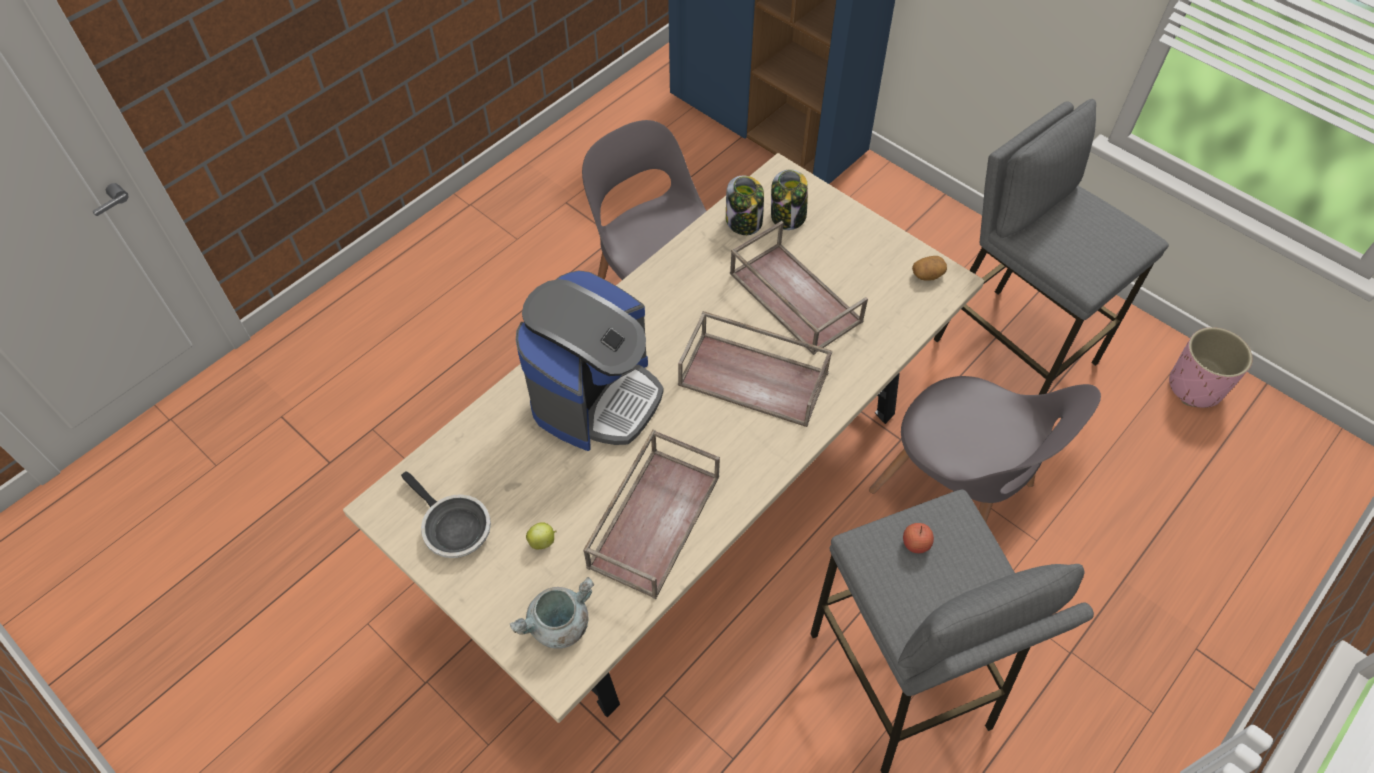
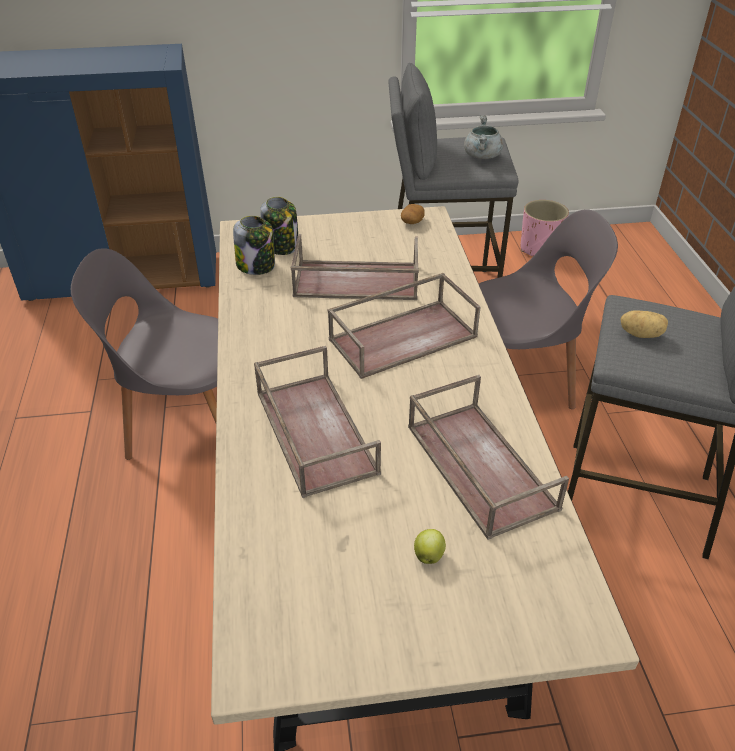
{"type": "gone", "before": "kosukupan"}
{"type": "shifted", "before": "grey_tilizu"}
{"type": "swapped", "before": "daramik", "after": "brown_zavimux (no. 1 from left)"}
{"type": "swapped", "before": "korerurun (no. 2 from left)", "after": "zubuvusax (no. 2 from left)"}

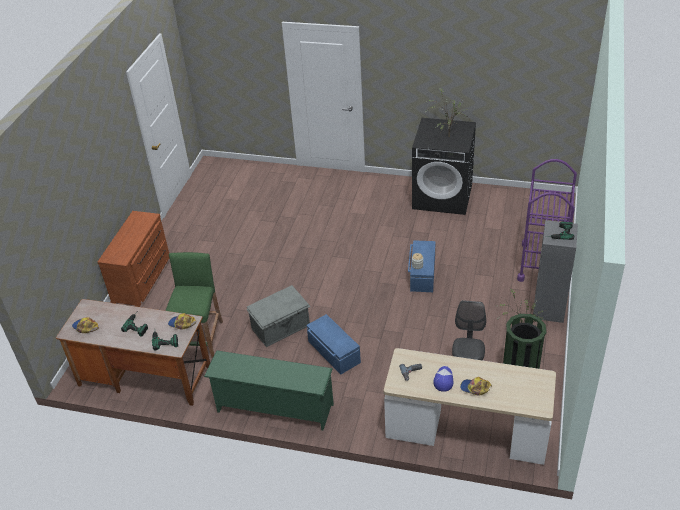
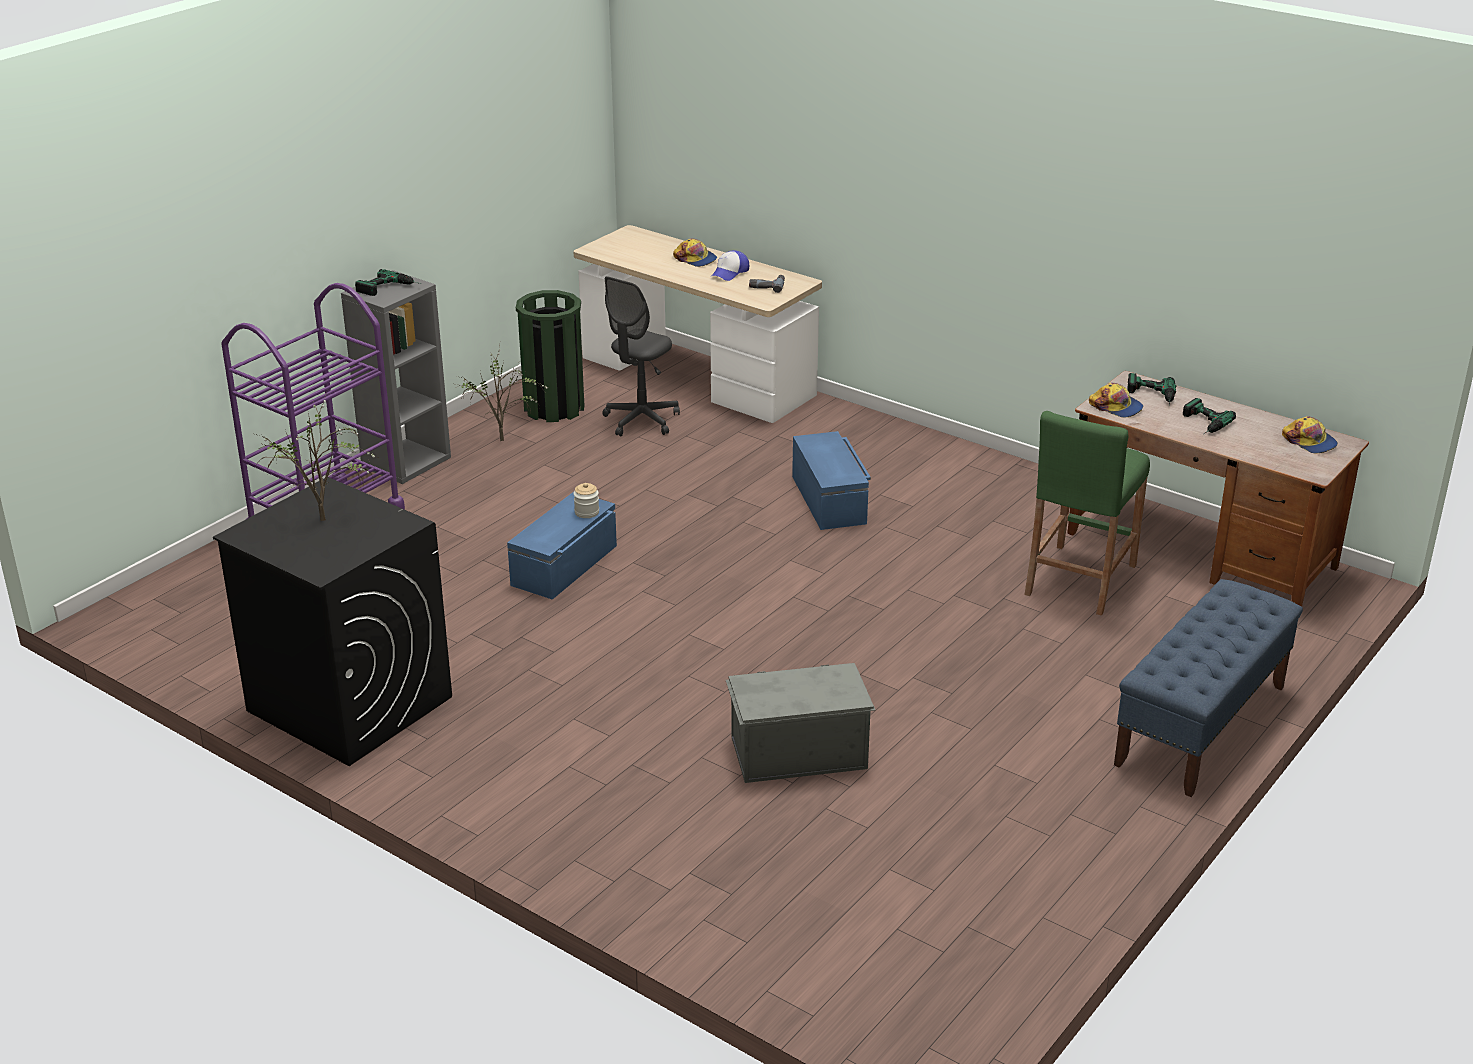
{"type": "gone", "before": "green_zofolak"}
{"type": "shifted", "before": "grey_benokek"}
{"type": "swapped", "before": "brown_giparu", "after": "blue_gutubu"}

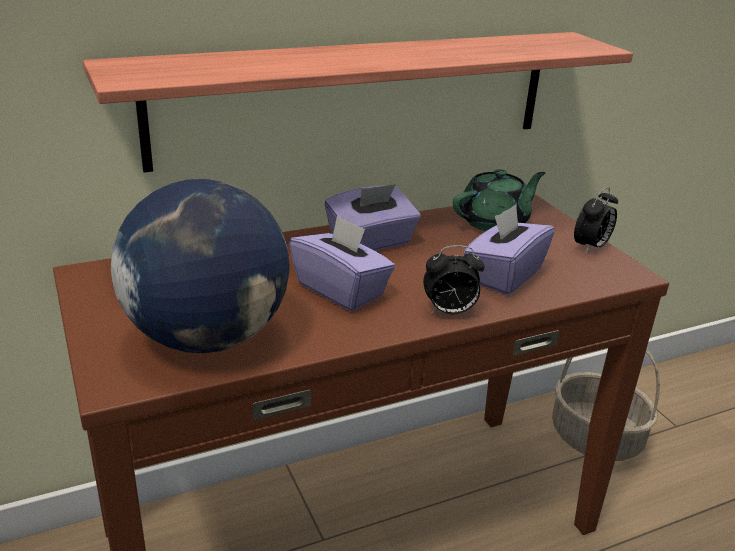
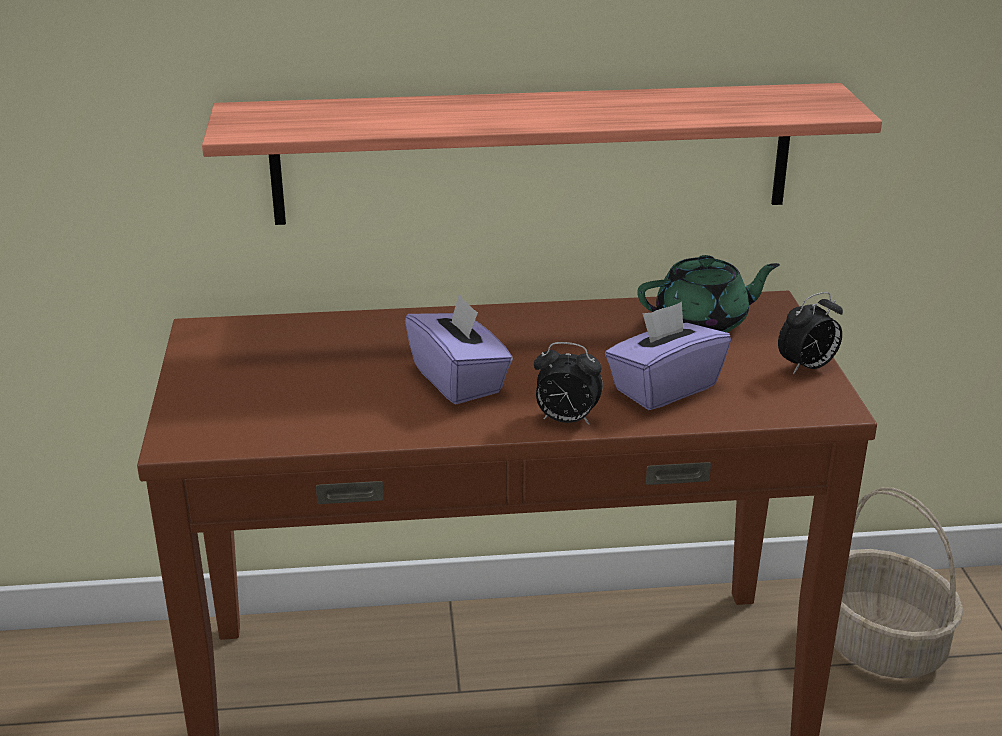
{"type": "gone", "before": "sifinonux"}
{"type": "gone", "before": "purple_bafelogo (no. 2 from left)"}

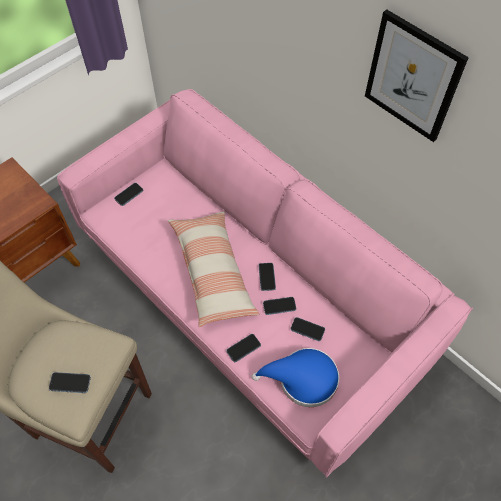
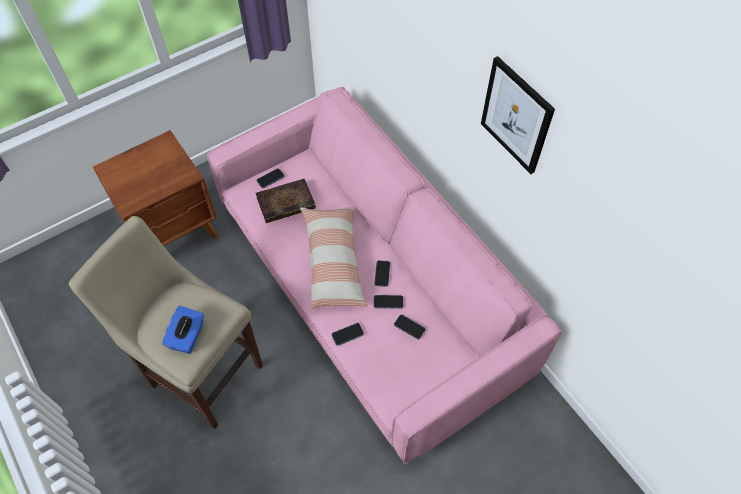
{"type": "gone", "before": "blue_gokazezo"}
{"type": "new", "after": "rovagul"}
{"type": "swapped", "before": "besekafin (no. 1 from left)", "after": "blue_bafelogo"}

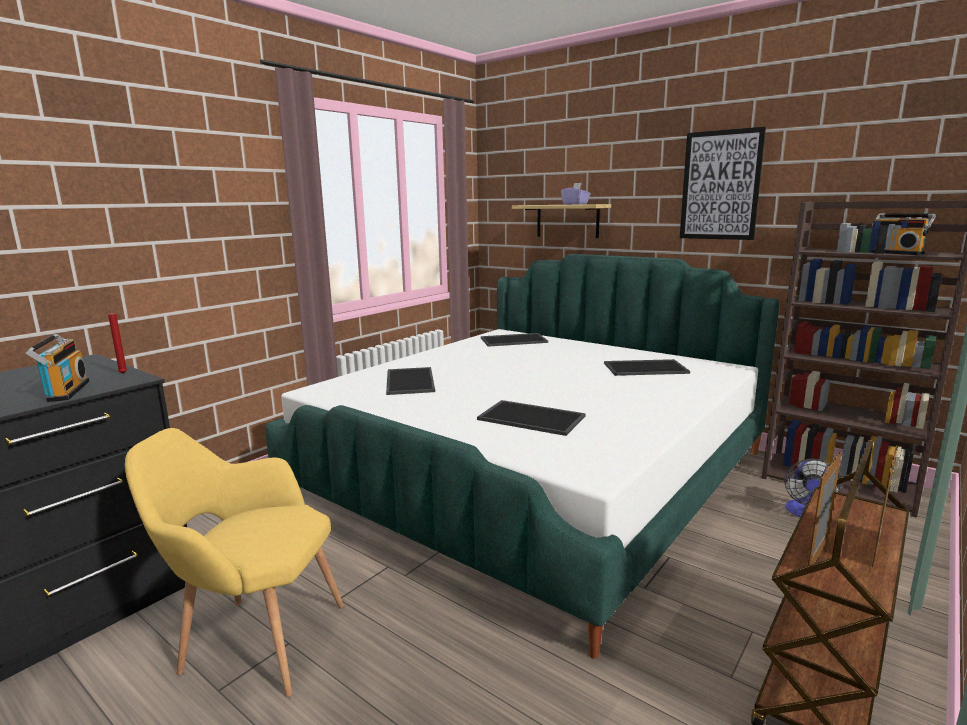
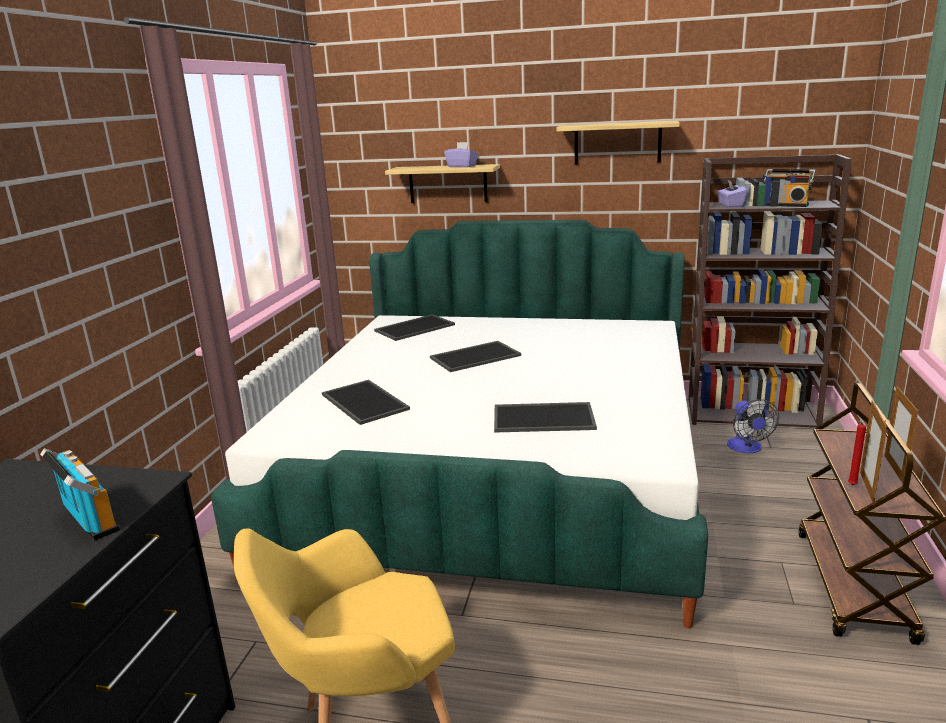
{"type": "new", "after": "purple_bafelogo (no. 2 from left)"}
{"type": "shifted", "before": "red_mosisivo"}
{"type": "shifted", "before": "zavimux (no. 4 from left in the first image)", "after": "zavimux (no. 3 from left)"}
{"type": "swapped", "before": "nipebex", "after": "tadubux (no. 2 from left)"}

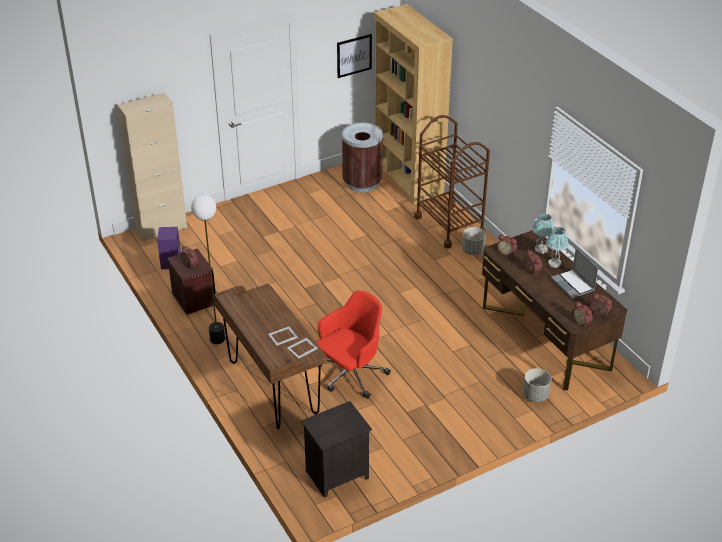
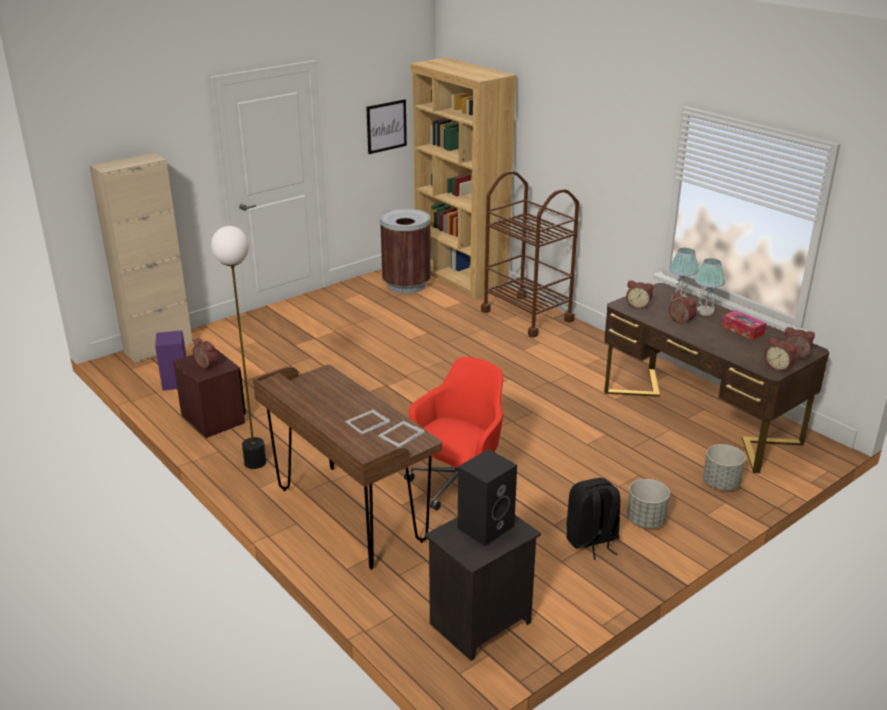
{"type": "new", "after": "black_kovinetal"}
{"type": "new", "after": "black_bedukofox"}
{"type": "shifted", "before": "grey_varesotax (no. 1 from left)"}
{"type": "swapped", "before": "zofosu", "after": "bafelogo"}

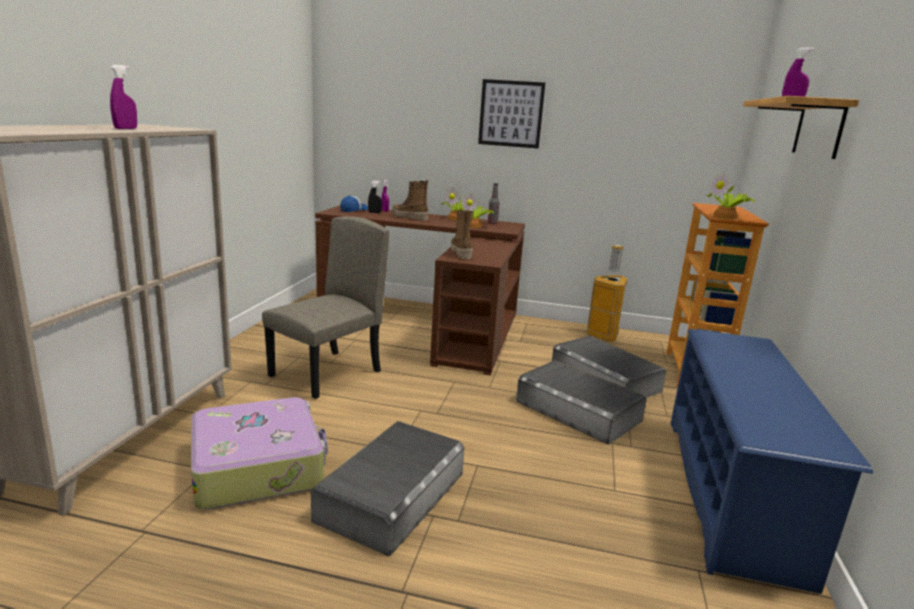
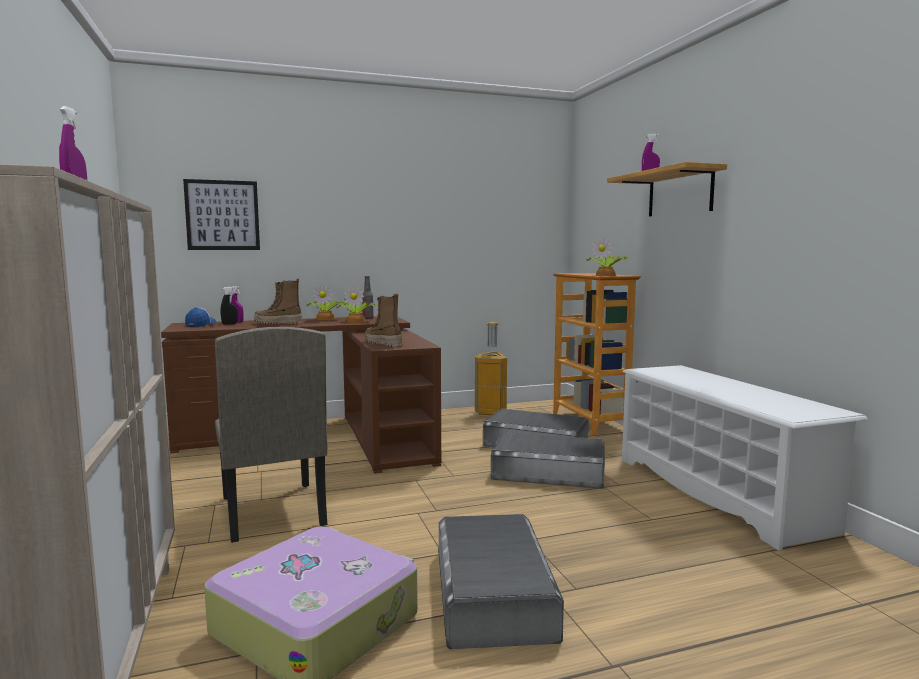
{"type": "shifted", "before": "nipebex"}
{"type": "repainted", "before": "blue_zofolak", "after": "white_zofolak"}
{"type": "rotated", "before": "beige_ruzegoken", "turn": 150}

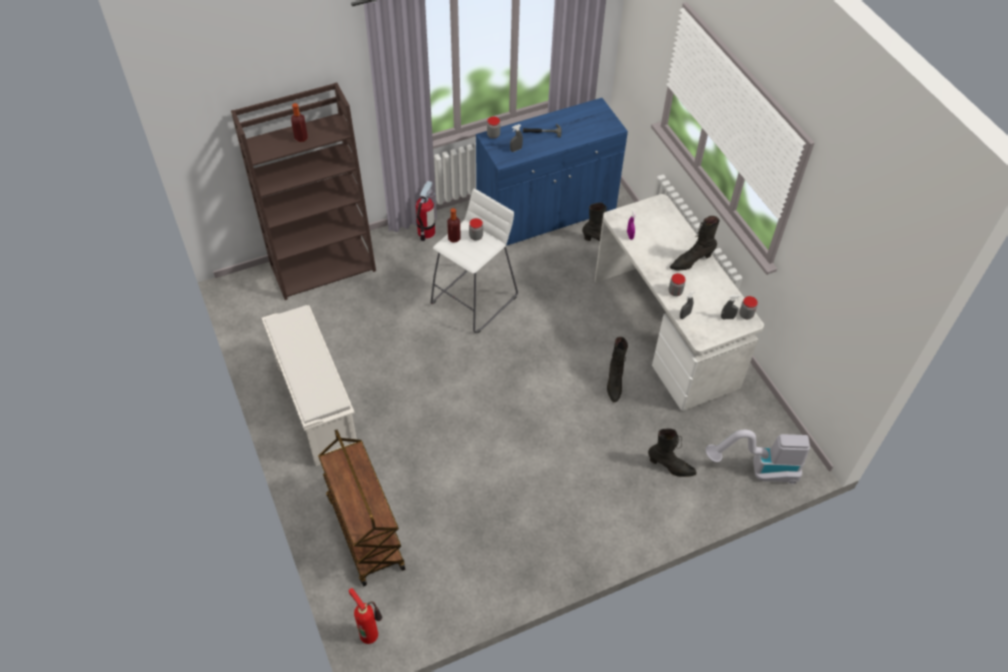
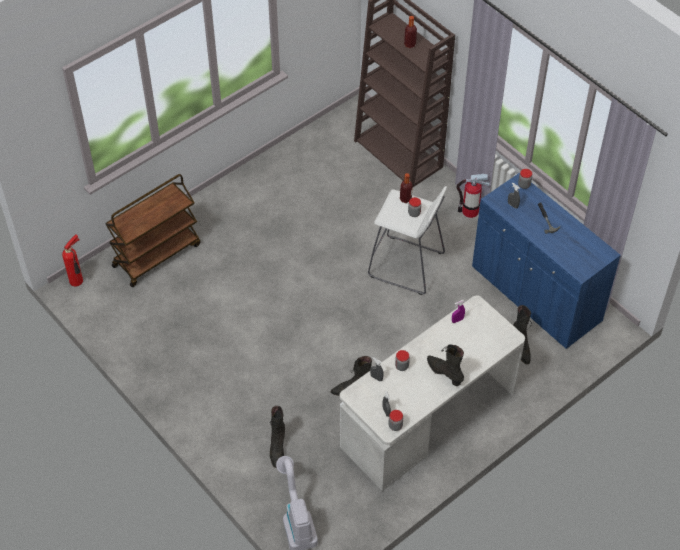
{"type": "gone", "before": "white_zofolak"}

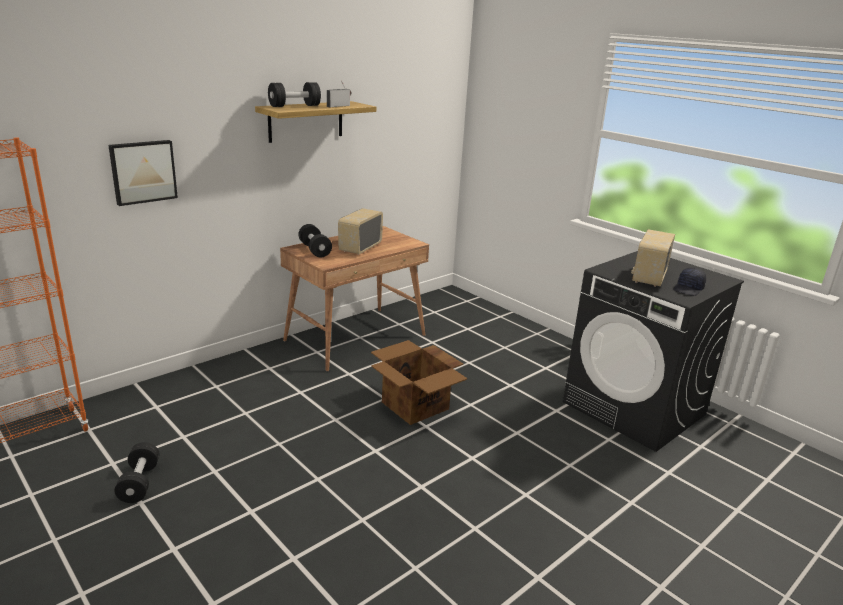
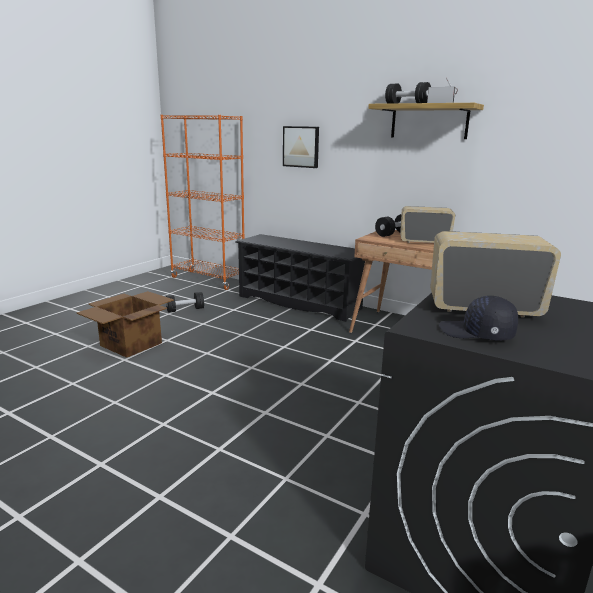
{"type": "new", "after": "black_zofolak"}
{"type": "shifted", "before": "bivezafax"}

